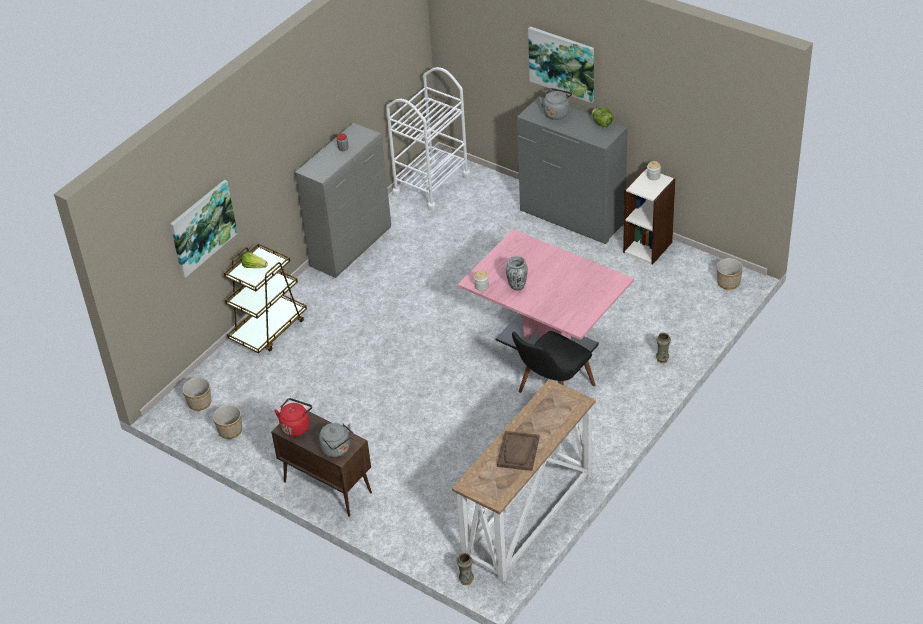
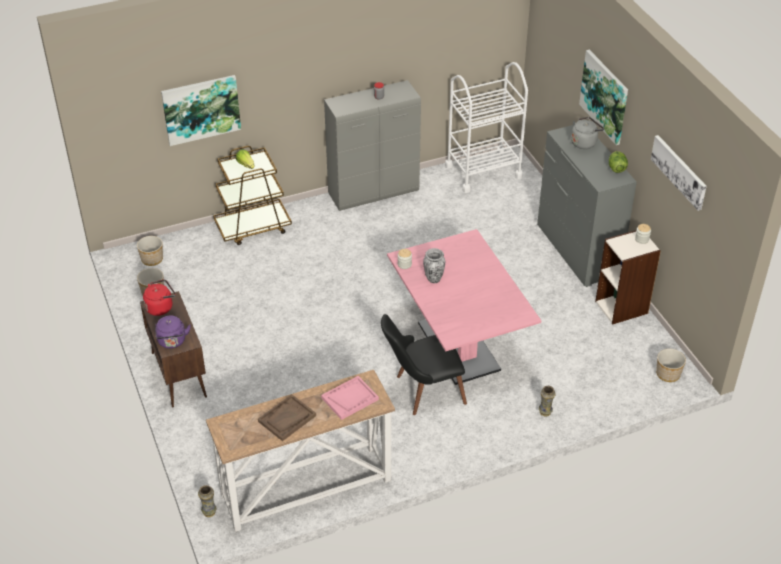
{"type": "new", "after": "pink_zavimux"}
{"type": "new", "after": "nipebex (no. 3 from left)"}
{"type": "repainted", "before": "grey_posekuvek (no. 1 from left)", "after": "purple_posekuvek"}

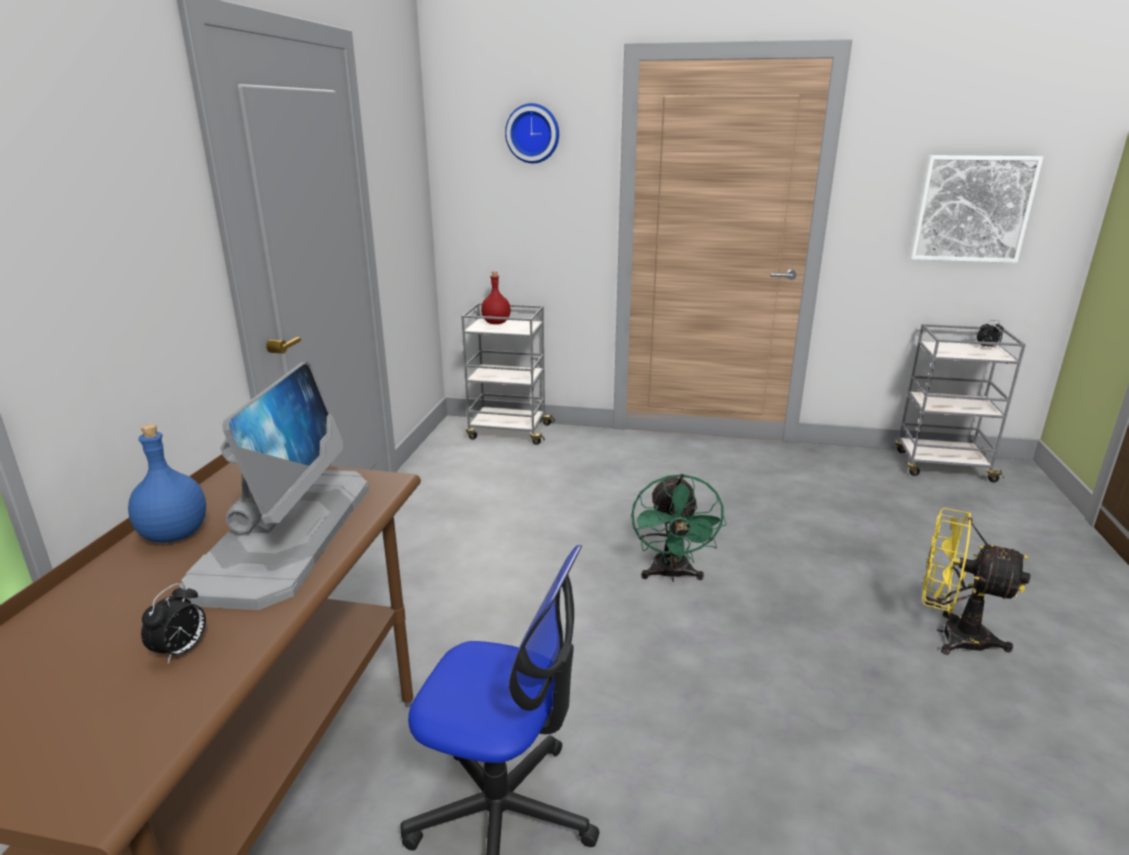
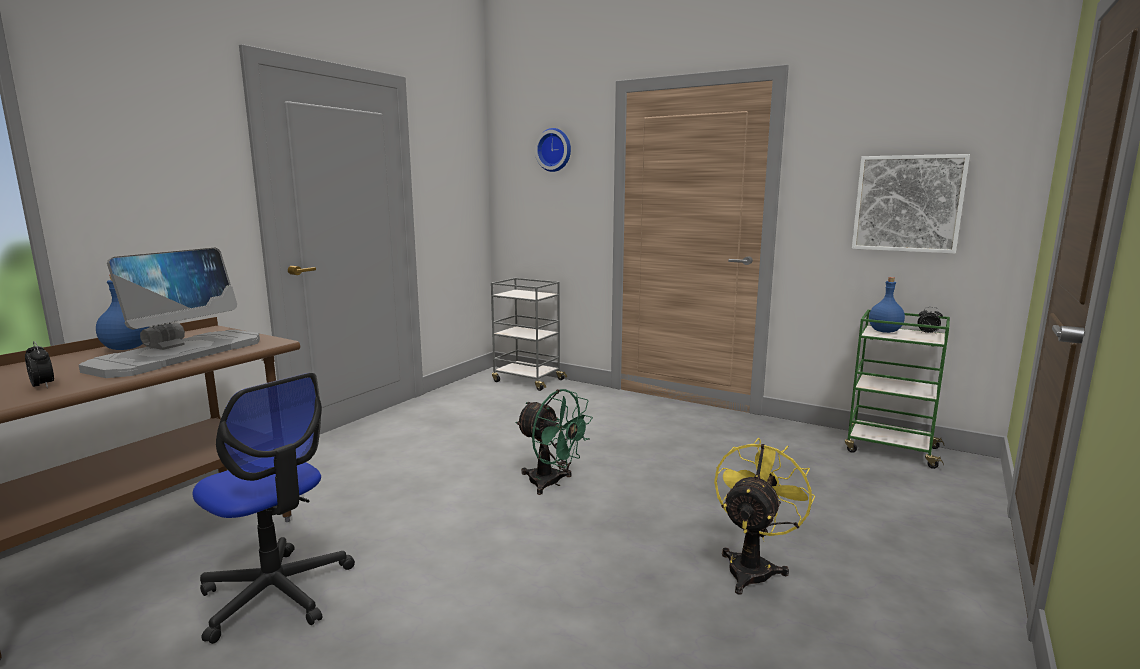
{"type": "gone", "before": "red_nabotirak"}
{"type": "new", "after": "blue_nabotirak (no. 2 from left)"}
{"type": "repainted", "before": "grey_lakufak (no. 2 from left)", "after": "green_lakufak"}
{"type": "rotated", "before": "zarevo (no. 1 from left)", "turn": -90}
{"type": "rotated", "before": "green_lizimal", "turn": -75}
{"type": "rotated", "before": "yellow_lizimal", "turn": 75}

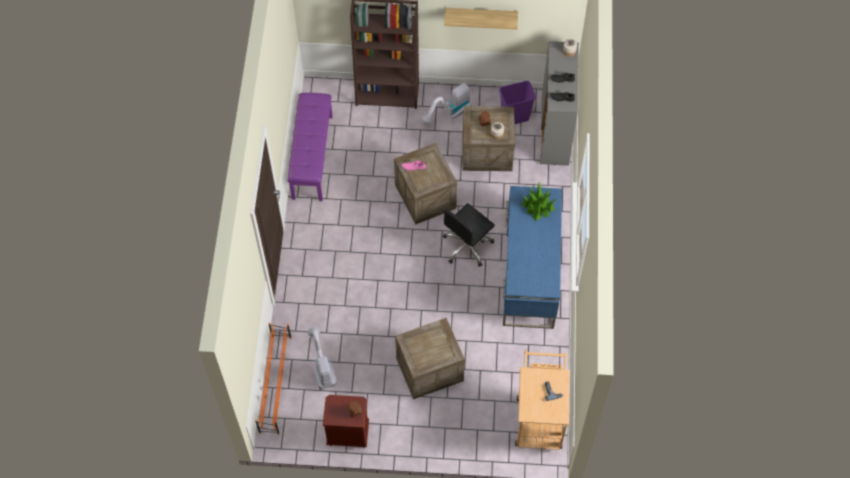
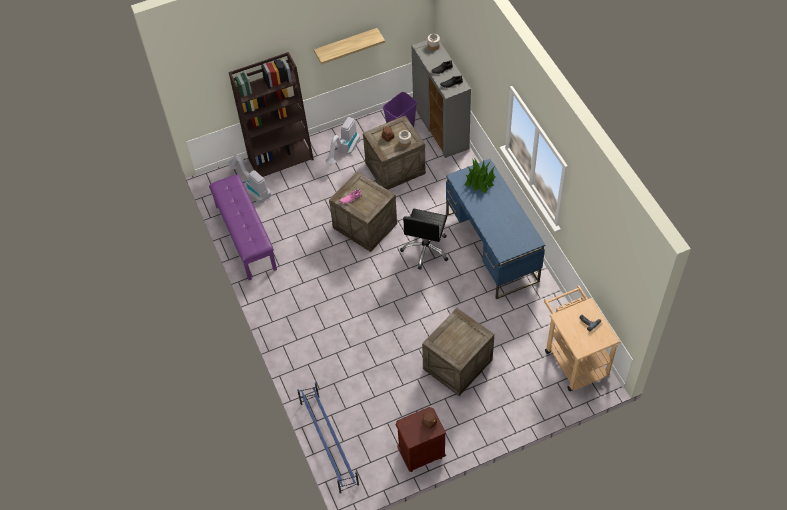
{"type": "shifted", "before": "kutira (no. 1 from left)"}
{"type": "repainted", "before": "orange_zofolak", "after": "blue_zofolak"}

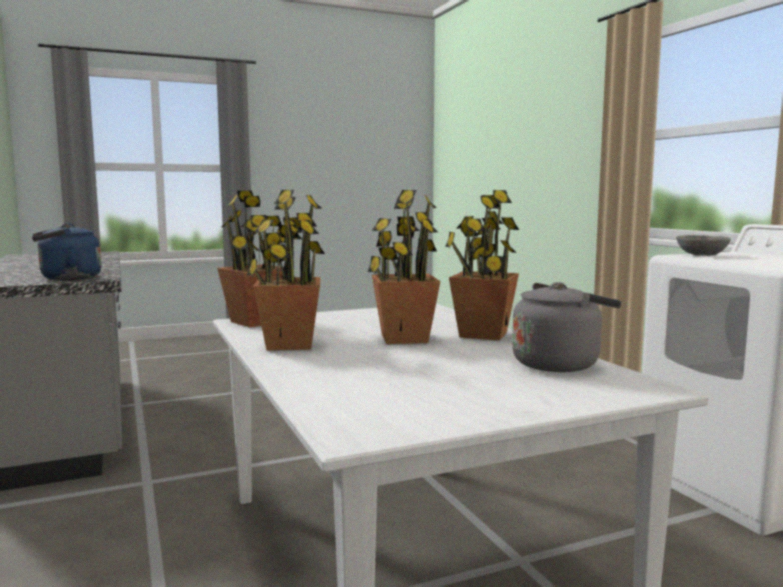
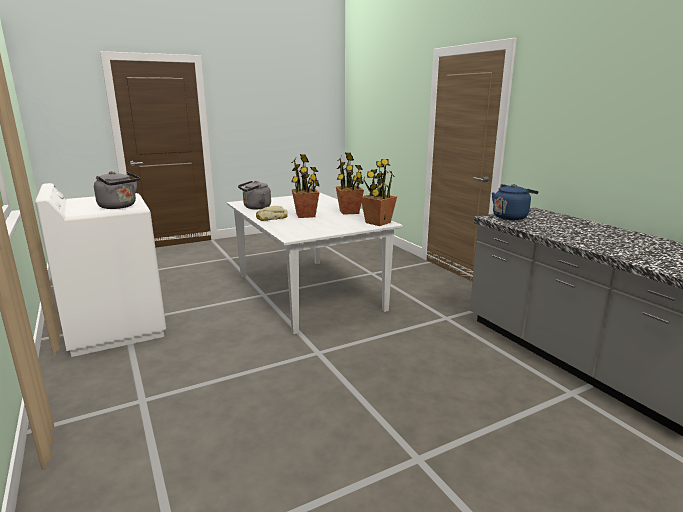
{"type": "swapped", "before": "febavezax (no. 4 from left)", "after": "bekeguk"}
{"type": "swapped", "before": "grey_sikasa", "after": "grey_posekuvek (no. 1 from left)"}

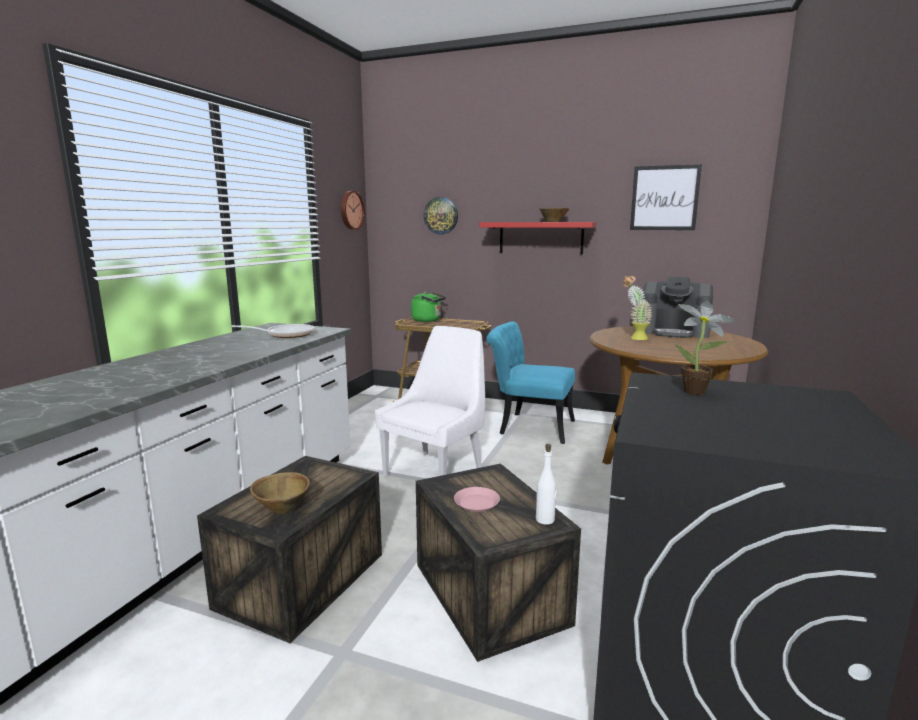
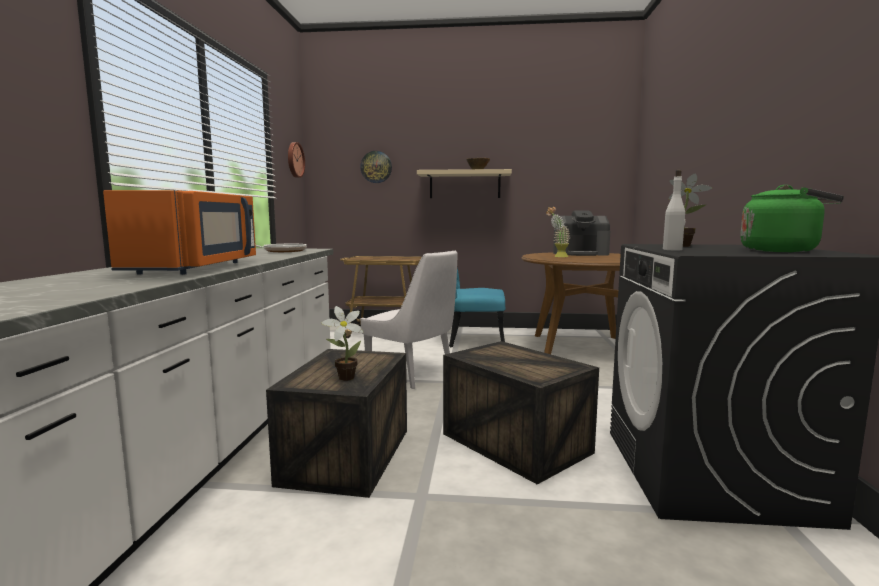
{"type": "gone", "before": "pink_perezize"}
{"type": "gone", "before": "nipebex"}
{"type": "new", "after": "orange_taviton"}
{"type": "shifted", "before": "green_posekuvek"}
{"type": "shifted", "before": "white_nabotirak"}
{"type": "swapped", "before": "brown_sikasa (no. 1 from left)", "after": "febavezax (no. 1 from left)"}
{"type": "repainted", "before": "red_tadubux", "after": "beige_tadubux"}
{"type": "rotated", "before": "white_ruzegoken", "turn": 105}

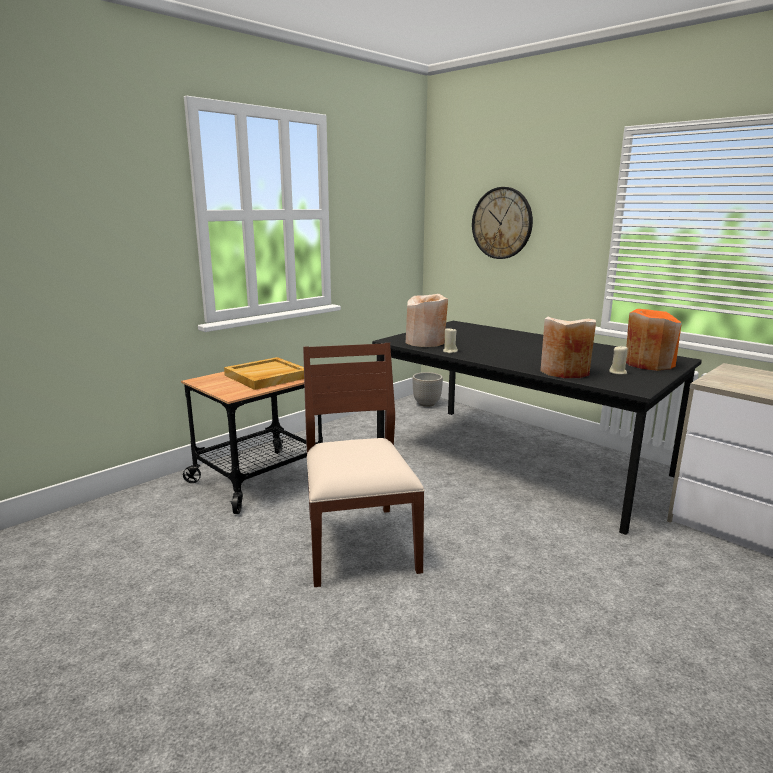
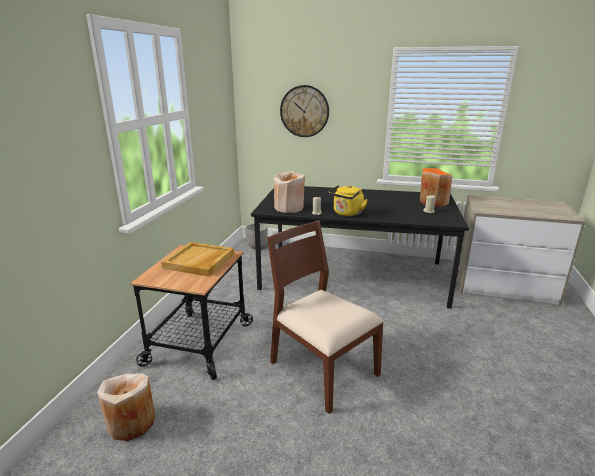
{"type": "new", "after": "yellow_posekuvek"}
{"type": "shifted", "before": "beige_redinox (no. 2 from left in the first image)", "after": "beige_redinox (no. 1 from left)"}

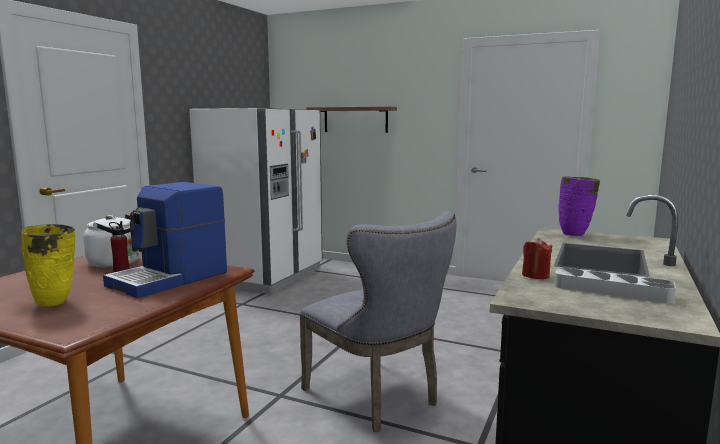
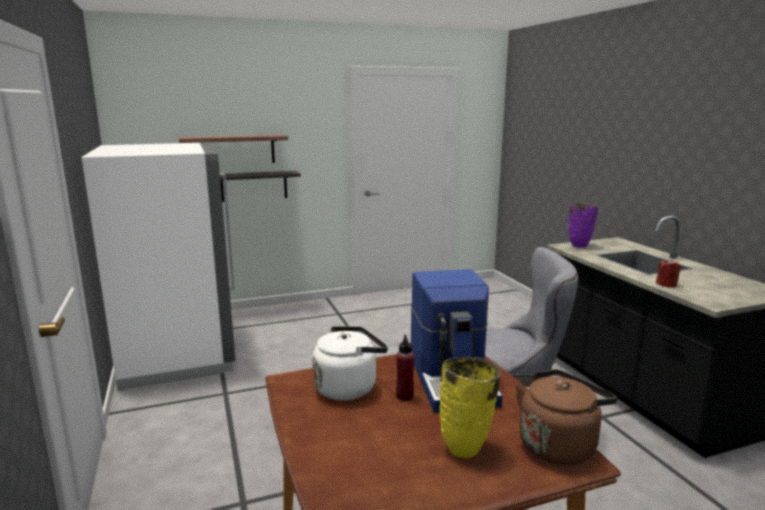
{"type": "gone", "before": "grey_zavimux"}
{"type": "new", "after": "tadubux (no. 2 from left)"}
{"type": "new", "after": "brown_posekuvek"}

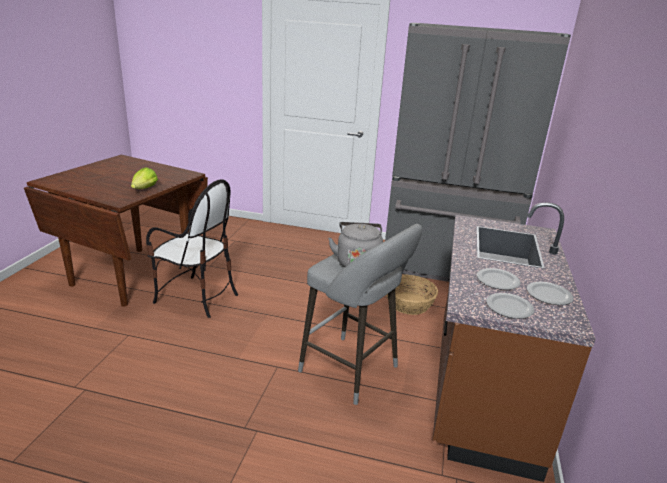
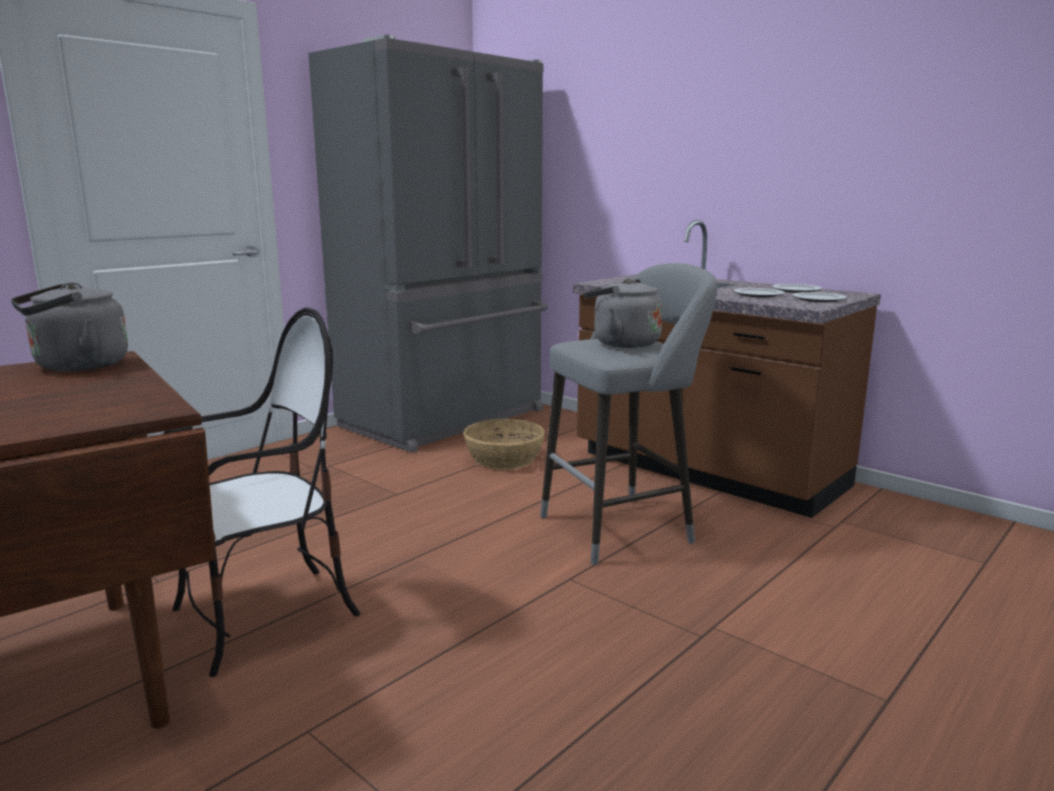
{"type": "gone", "before": "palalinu"}
{"type": "new", "after": "grey_posekuvek (no. 1 from left)"}

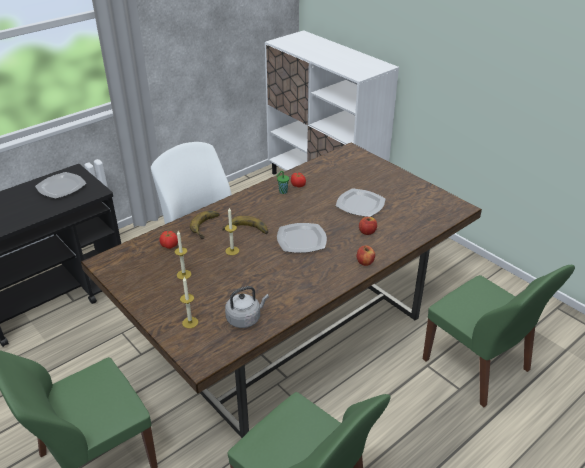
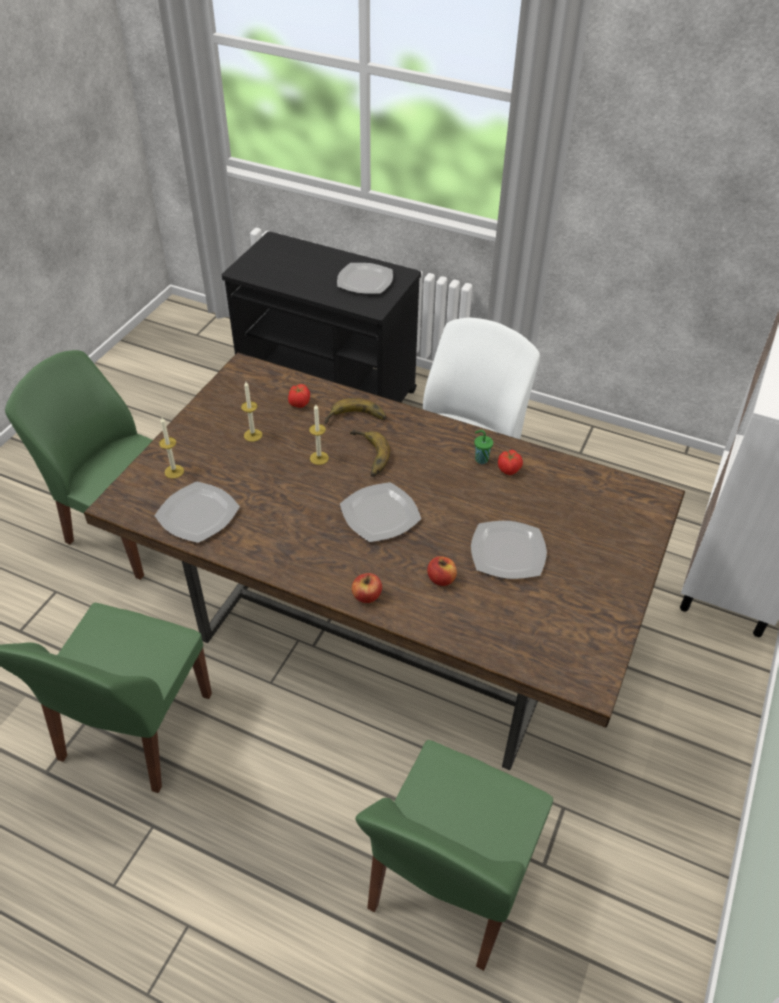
{"type": "swapped", "before": "grey_posekuvek", "after": "perezize (no. 1 from left)"}

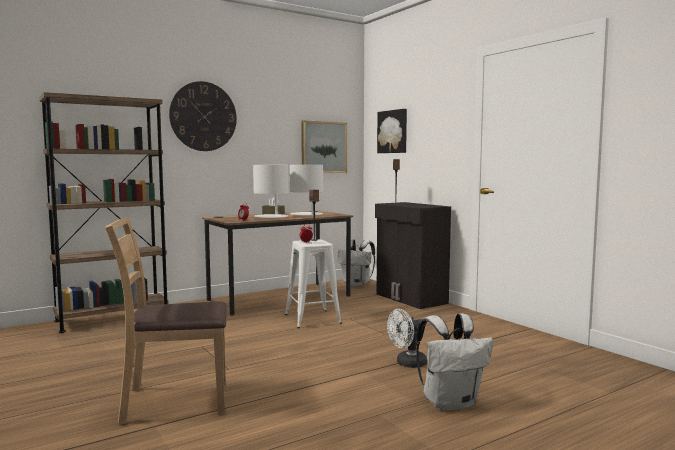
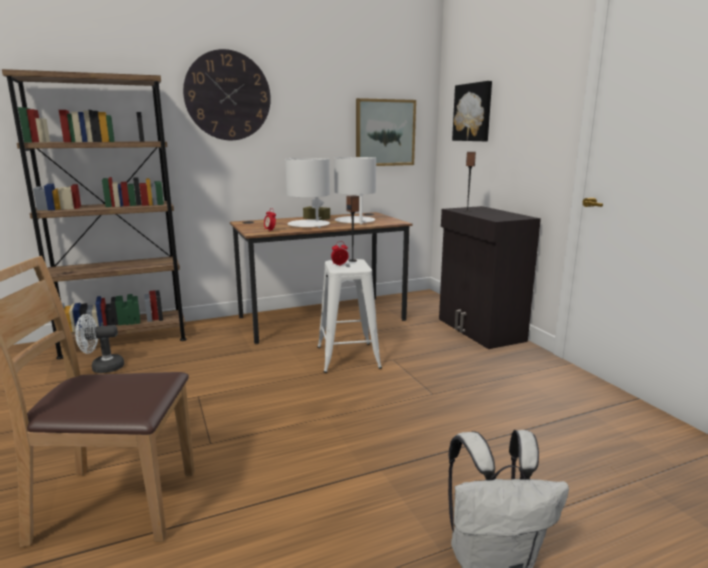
{"type": "gone", "before": "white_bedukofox (no. 1 from left)"}
{"type": "shifted", "before": "white_lizimal"}

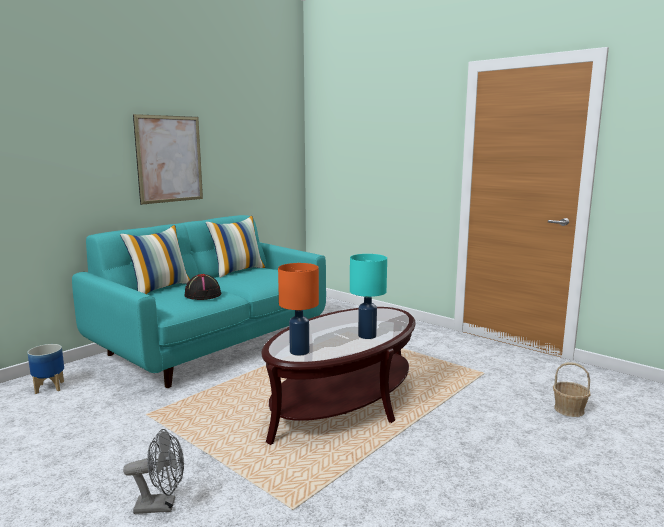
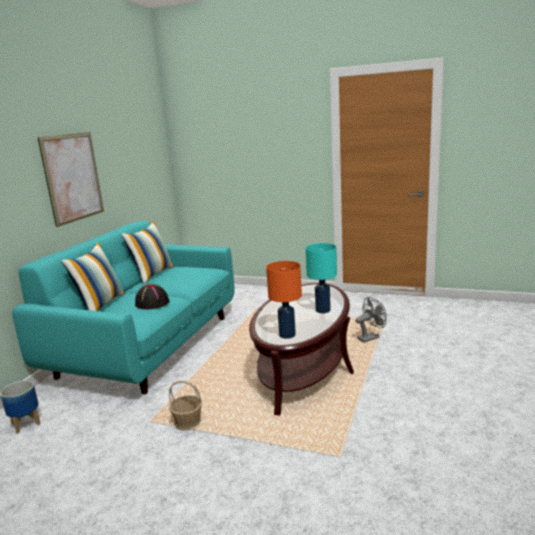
{"type": "shifted", "before": "grey_lizimal"}
{"type": "shifted", "before": "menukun"}

